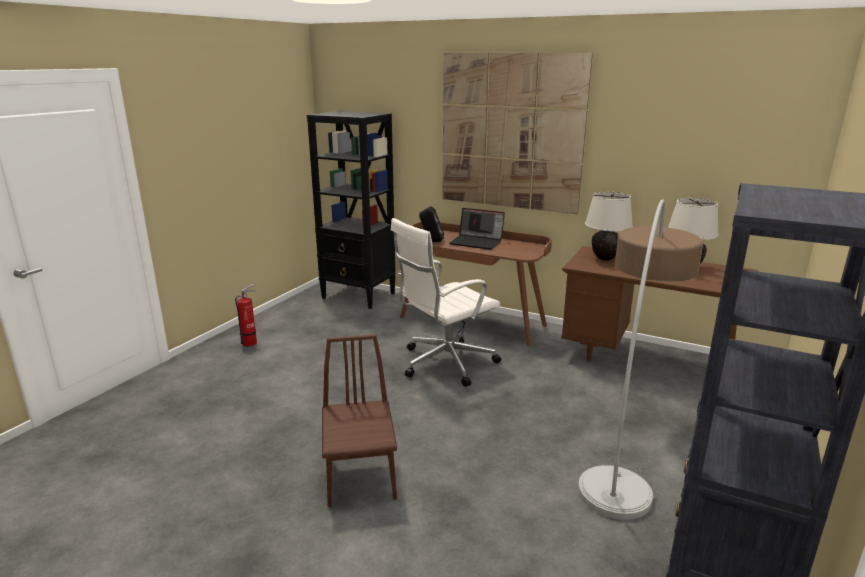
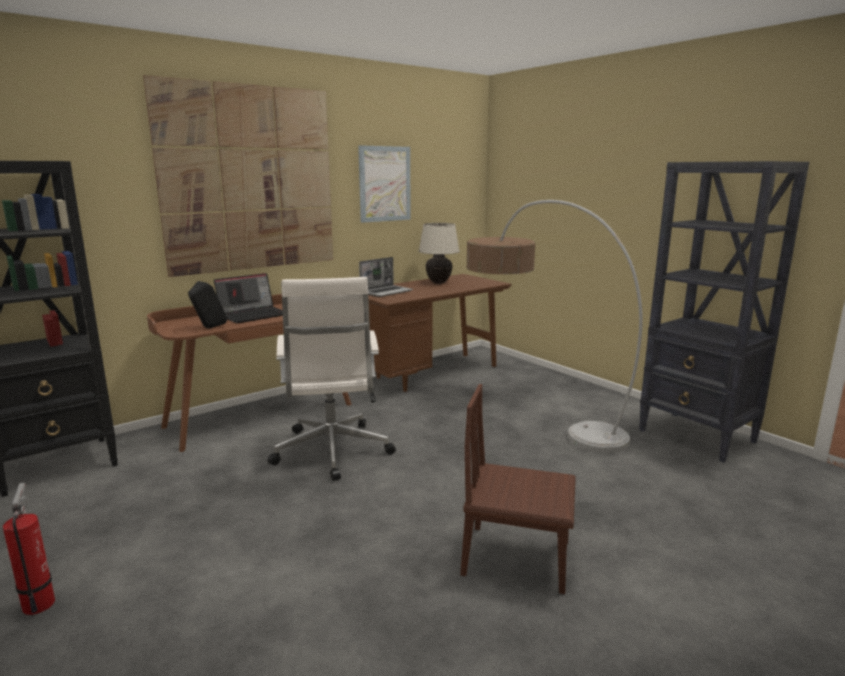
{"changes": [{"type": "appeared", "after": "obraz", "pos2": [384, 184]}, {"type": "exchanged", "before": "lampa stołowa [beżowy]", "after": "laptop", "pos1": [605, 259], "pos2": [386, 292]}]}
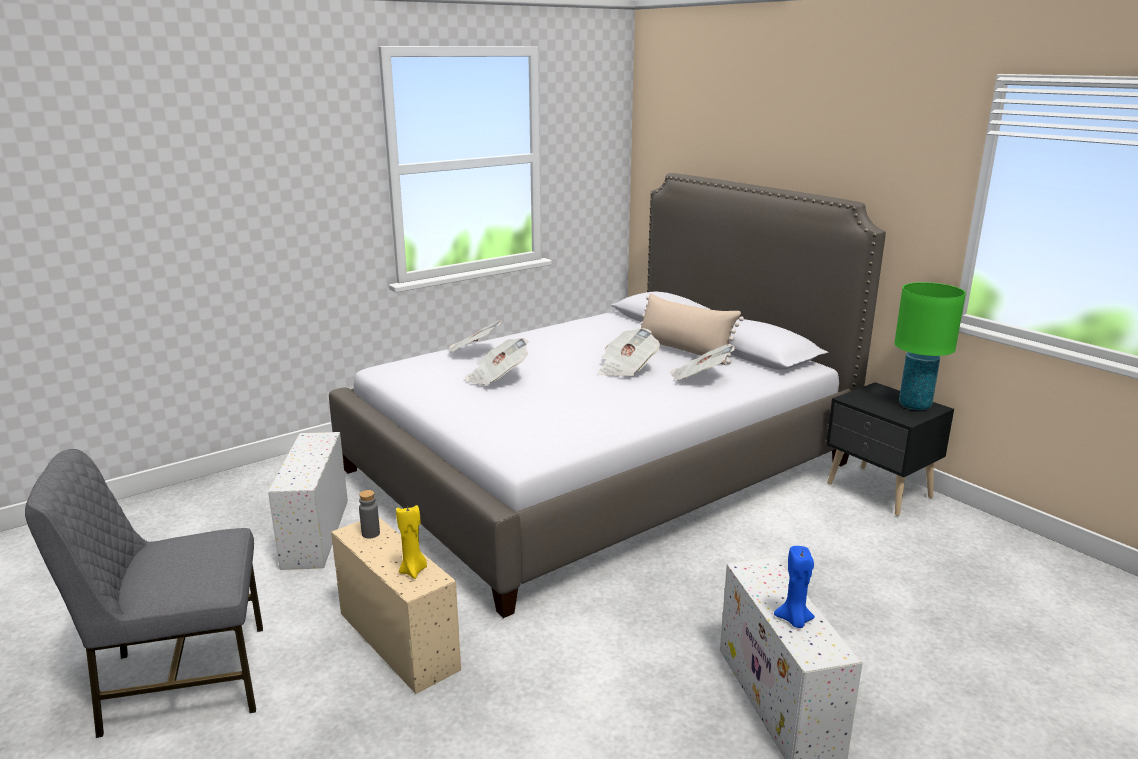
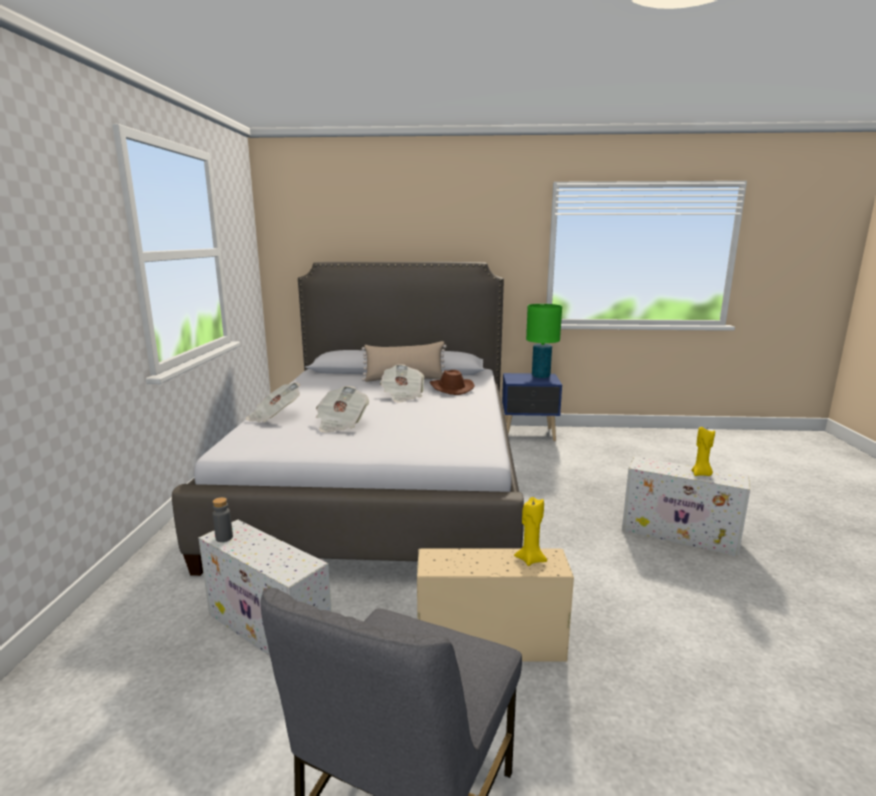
{"changes": [{"type": "relocated", "before": "butelka [szary]", "pos1": [370, 533], "pos2": [224, 538]}, {"type": "exchanged", "before": "gazeta", "after": "kapelusz [brązowy]", "pos1": [699, 378], "pos2": [450, 388]}, {"type": "colour", "before": "świeca [niebieski]", "after": "świeca [żółty]", "pos1": [794, 620], "pos2": [701, 474]}, {"type": "colour", "before": "szafka nocna [czarny]", "after": "szafka nocna [niebieski]", "pos1": [879, 491], "pos2": [529, 435]}]}
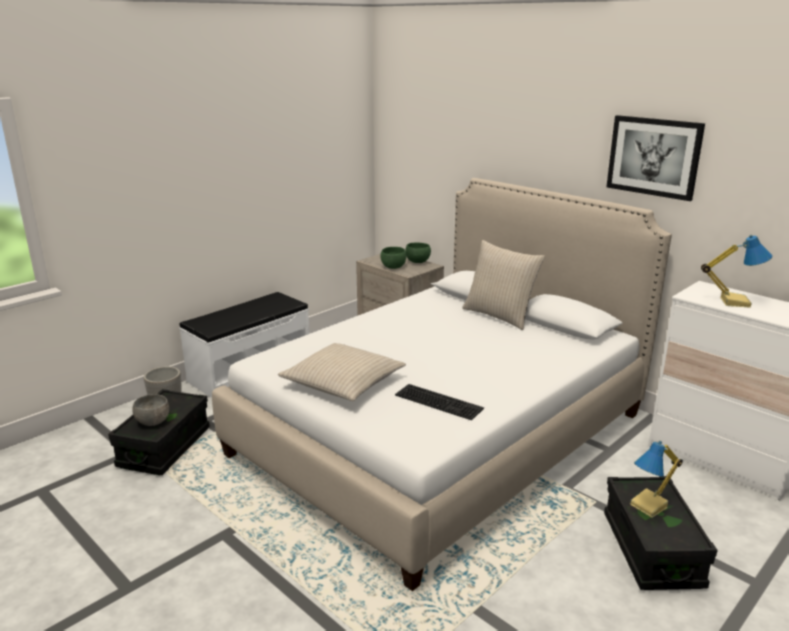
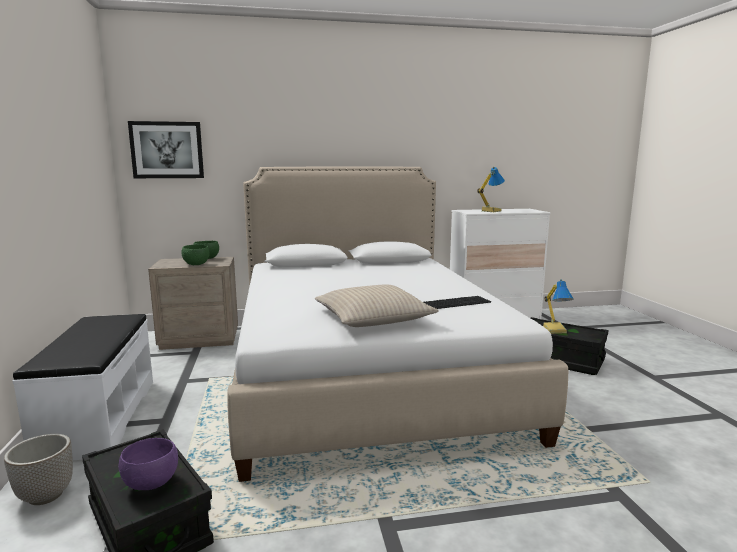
{"changes": [{"type": "missing", "before": "poduszka [beżowy]", "pos1": [499, 316]}, {"type": "relocated", "before": "obraz", "pos1": [653, 157], "pos2": [167, 150]}, {"type": "colour", "before": "miska [szary]", "after": "miska [fioletowy]", "pos1": [153, 422], "pos2": [152, 483]}]}
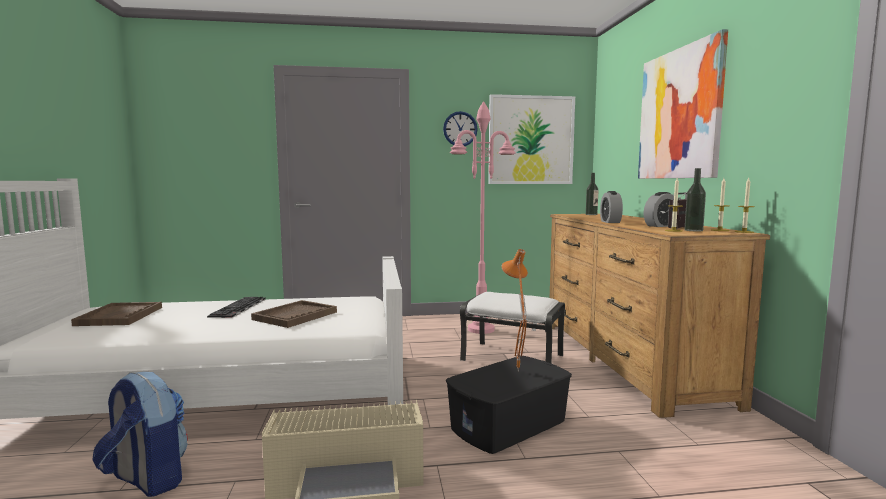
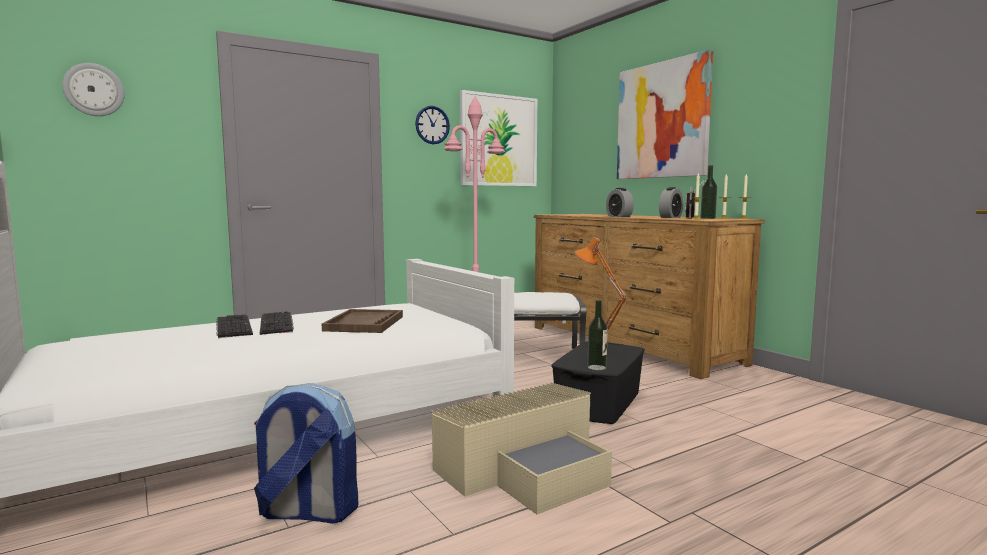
{"changes": [{"type": "missing", "before": "taca [brązowy]", "pos1": [120, 316]}, {"type": "appeared", "after": "zegar ścienny", "pos2": [94, 90]}, {"type": "appeared", "after": "klawiatura", "pos2": [232, 326]}, {"type": "relocated", "before": "butelka", "pos1": [591, 214], "pos2": [597, 367]}]}
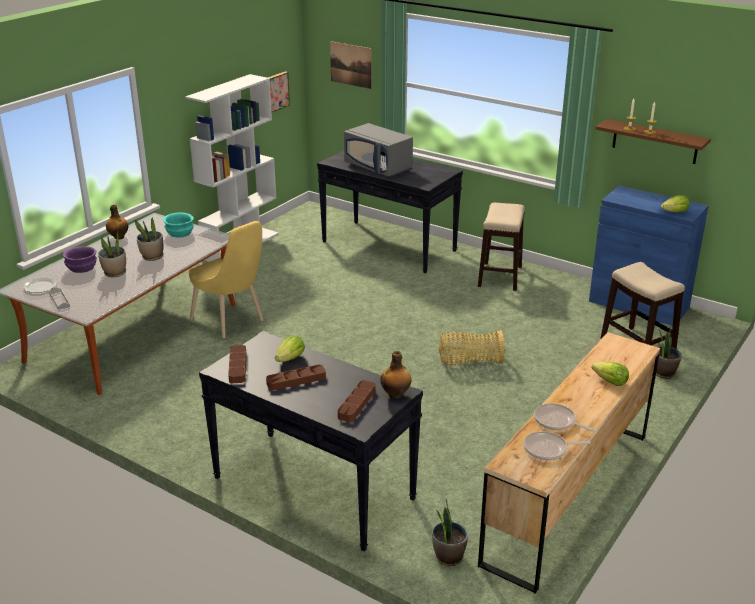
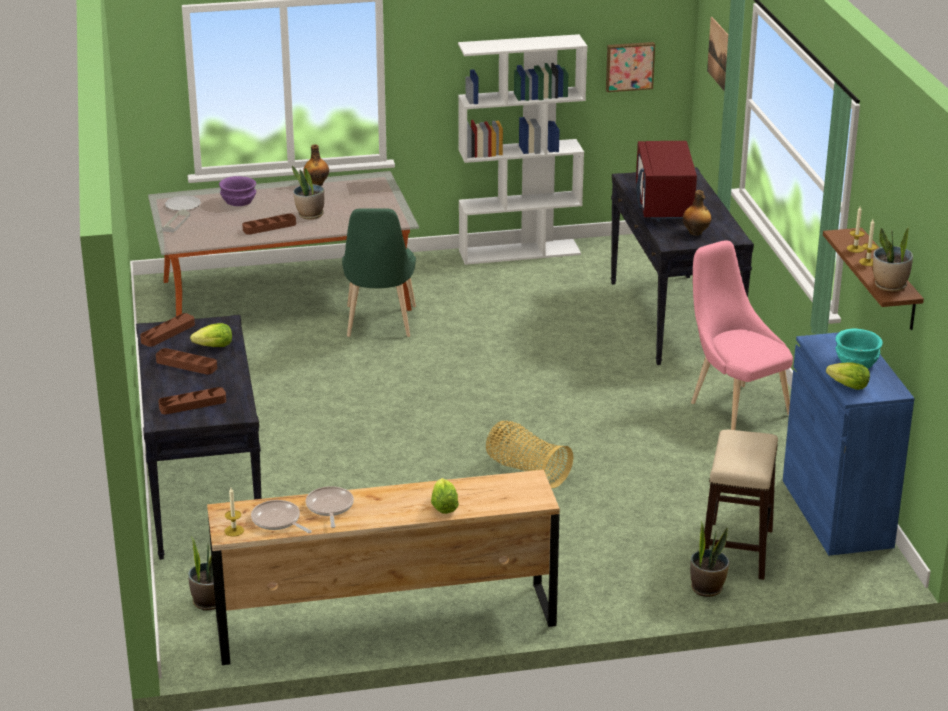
{"changes": [{"type": "appeared", "after": "świeca", "pos2": [234, 530]}, {"type": "appeared", "after": "taca [brązowy]", "pos2": [269, 227]}, {"type": "relocated", "before": "roślina doniczkowa", "pos1": [115, 273], "pos2": [889, 286]}, {"type": "relocated", "before": "miska [turkusowy]", "pos1": [180, 233], "pos2": [856, 362]}, {"type": "relocated", "before": "butelka", "pos1": [396, 394], "pos2": [696, 233]}, {"type": "exchanged", "before": "stołek", "after": "krzesło [różowy]", "pos1": [500, 276], "pos2": [735, 406]}, {"type": "colour", "before": "krzesło [żółty]", "after": "krzesło [zielony]", "pos1": [231, 322], "pos2": [379, 324]}, {"type": "colour", "before": "mikrofalówka [szary]", "after": "mikrofalówka [czerwony]", "pos1": [378, 168], "pos2": [665, 204]}]}
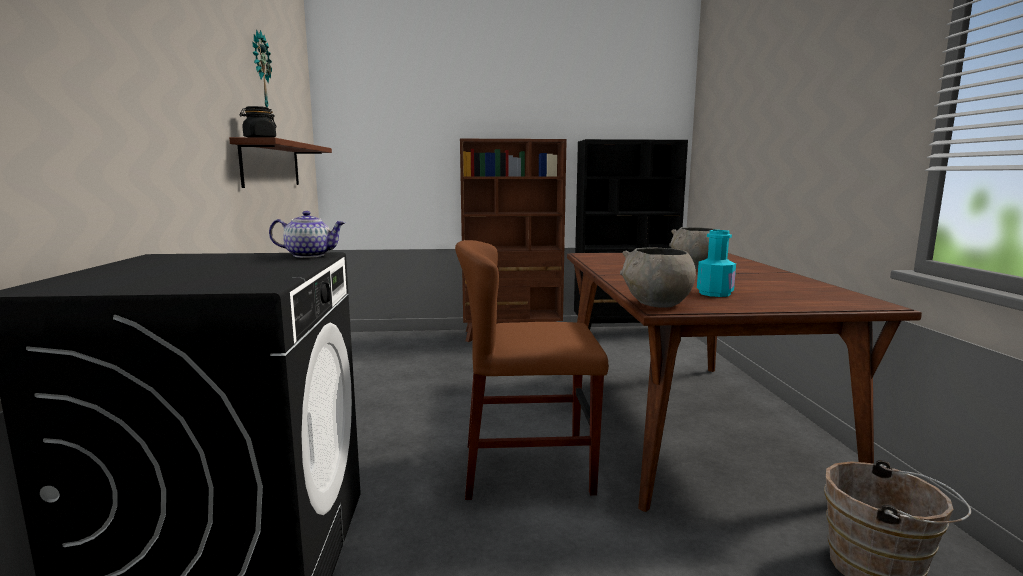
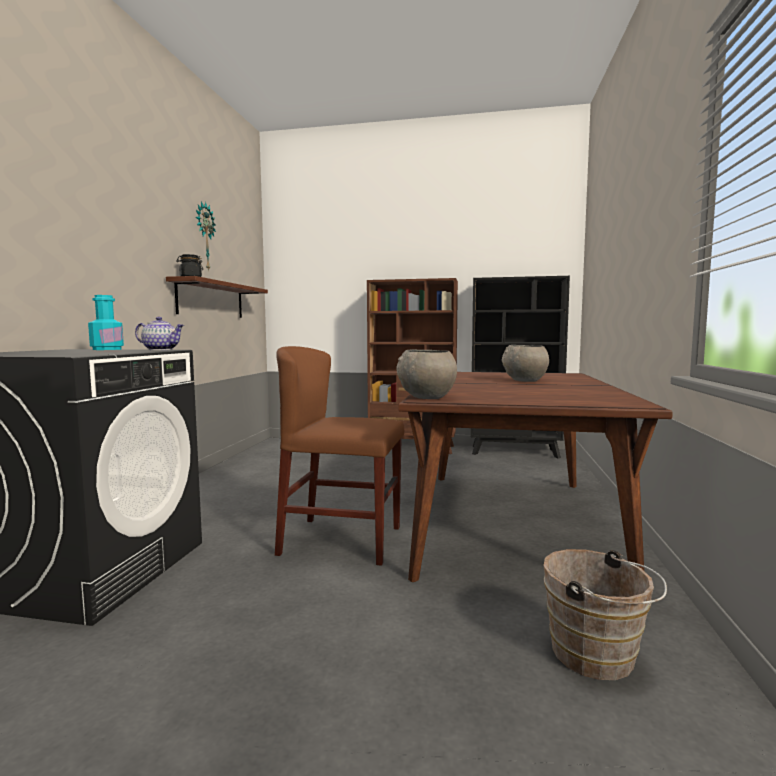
{"changes": [{"type": "relocated", "before": "butelka [turkusowy]", "pos1": [714, 293], "pos2": [107, 349]}]}
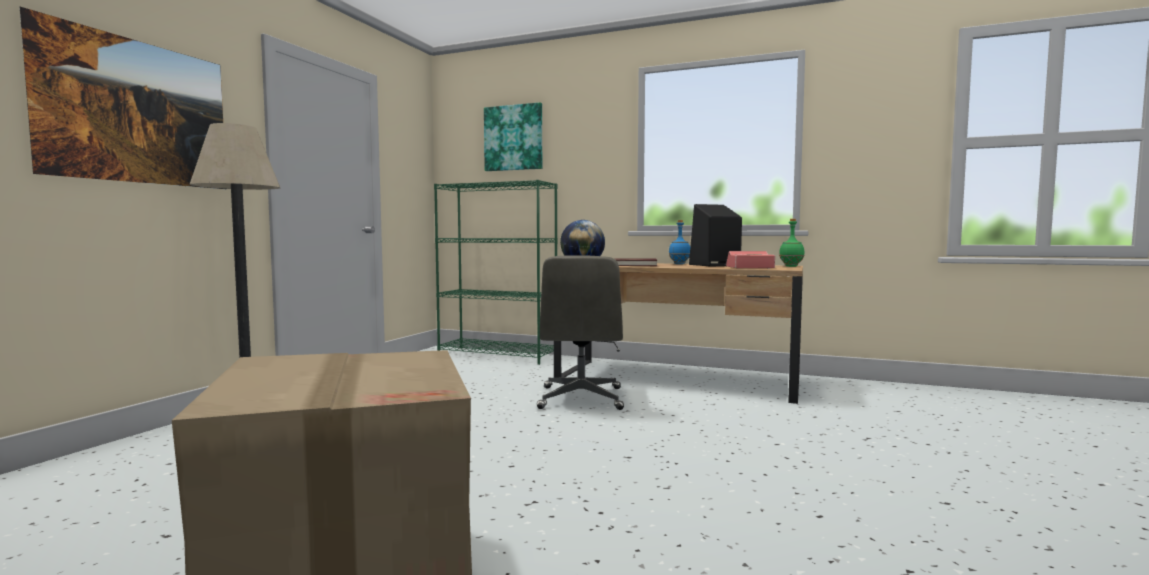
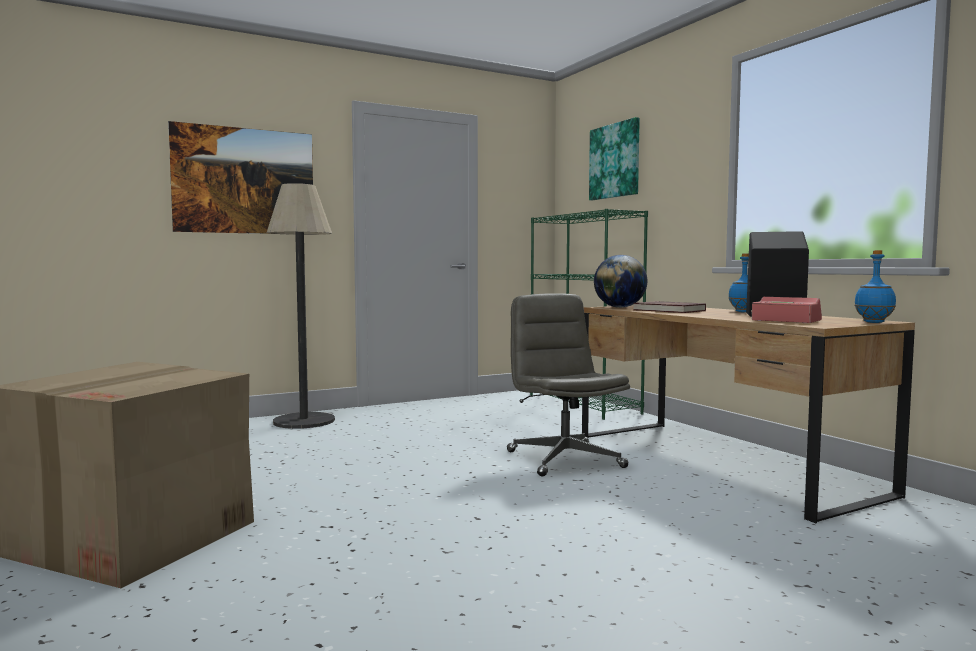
{"changes": [{"type": "colour", "before": "butelka [zielony]", "after": "butelka [niebieski]", "pos1": [791, 266], "pos2": [874, 322]}, {"type": "spun", "before": "krzesło biurowe [szary]", "pos1": [581, 398], "pos2": [564, 459], "turn": 120}]}
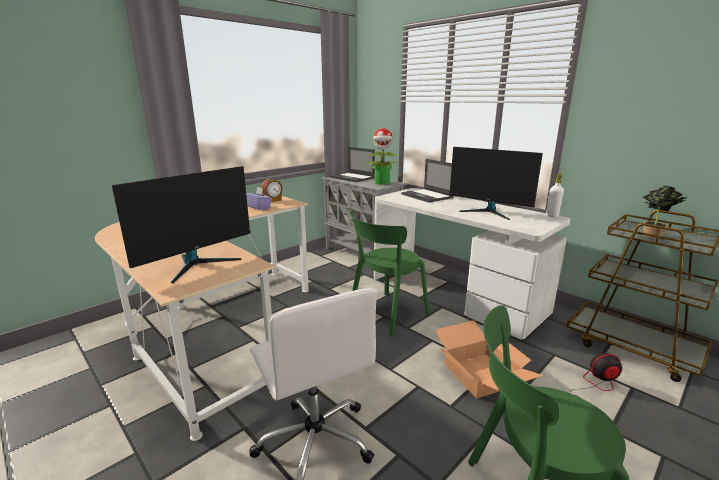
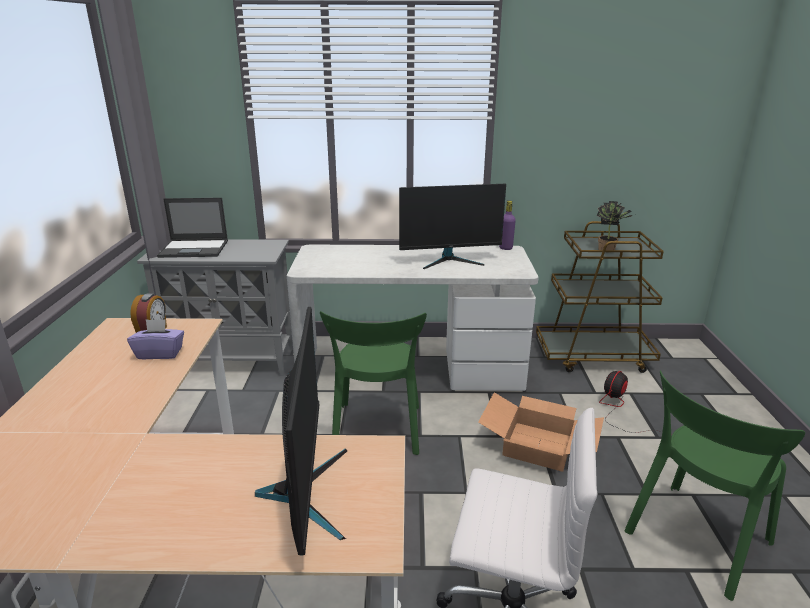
{"changes": [{"type": "missing", "before": "roślina doniczkowa", "pos1": [382, 183]}, {"type": "missing", "before": "laptop", "pos1": [427, 196]}, {"type": "colour", "before": "butelka [biały]", "after": "butelka [fioletowy]", "pos1": [552, 216], "pos2": [505, 248]}]}
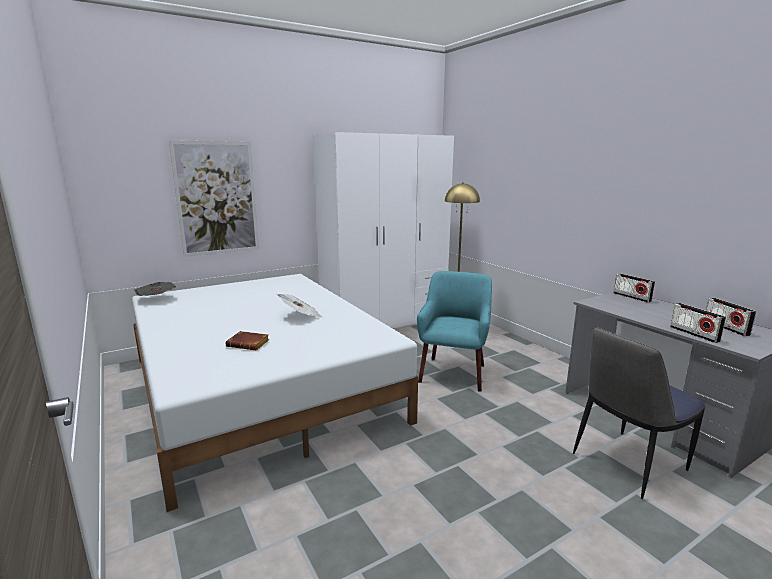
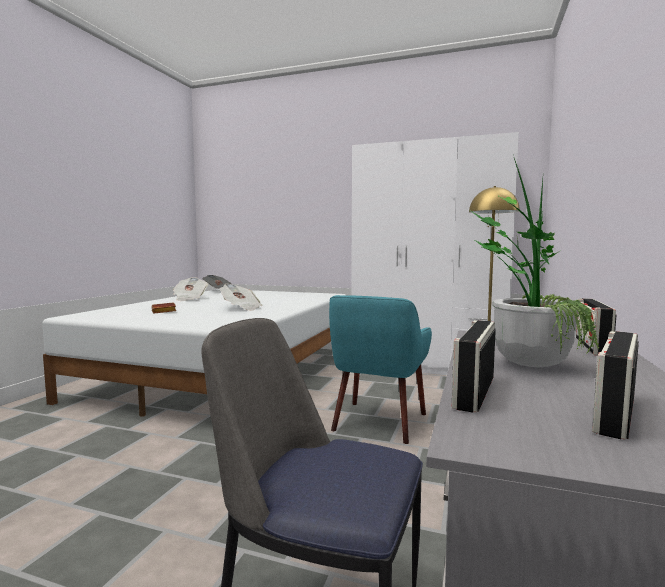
{"changes": [{"type": "missing", "before": "obraz", "pos1": [217, 198]}, {"type": "appeared", "after": "gazeta", "pos2": [189, 299]}, {"type": "appeared", "after": "roślina doniczkowa", "pos2": [527, 360]}, {"type": "spun", "before": "fotel [turkusowy]", "pos1": [453, 373], "pos2": [378, 422], "turn": 135}]}
